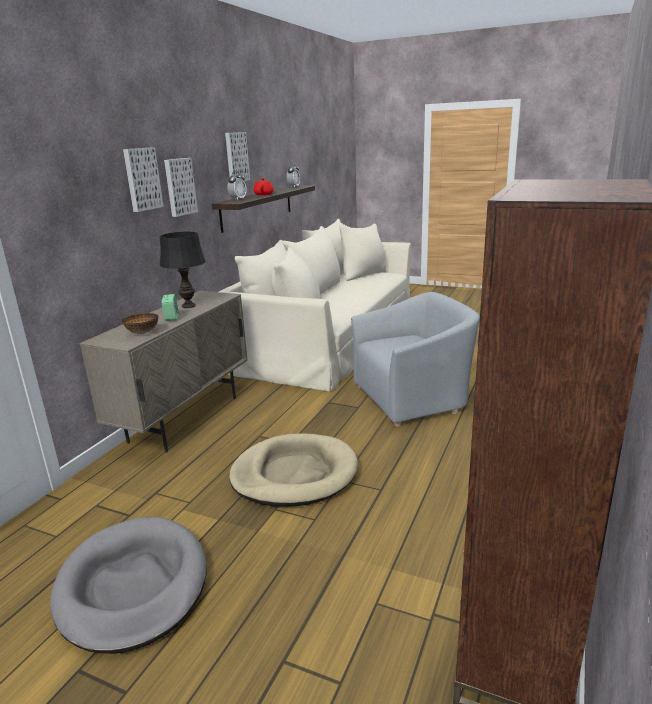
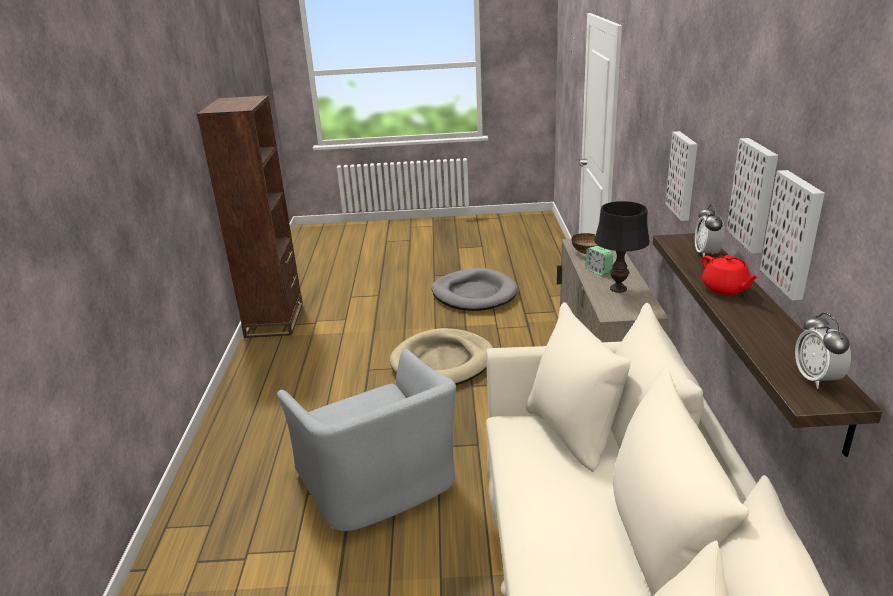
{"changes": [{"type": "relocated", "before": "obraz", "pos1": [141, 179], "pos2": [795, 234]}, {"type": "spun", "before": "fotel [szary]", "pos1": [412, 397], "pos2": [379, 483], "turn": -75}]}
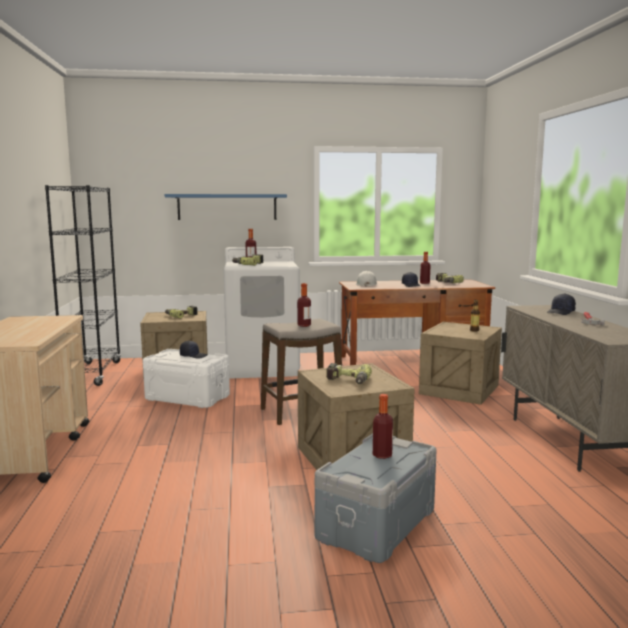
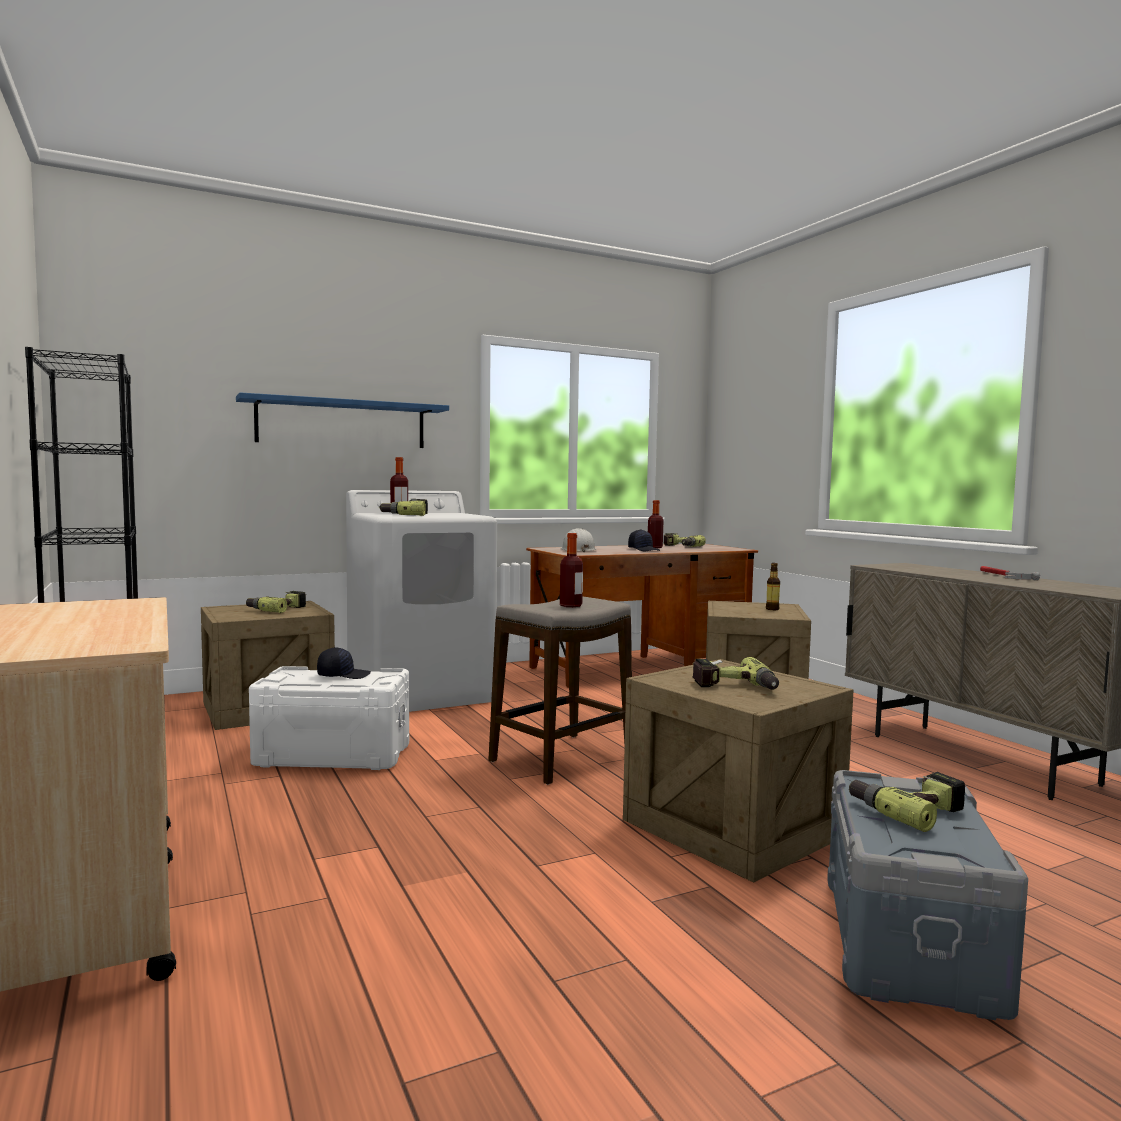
{"changes": [{"type": "missing", "before": "czapka z daszkiem [czarny]", "pos1": [561, 312]}, {"type": "exchanged", "before": "butelka", "after": "wiertarka", "pos1": [382, 455], "pos2": [908, 808]}]}
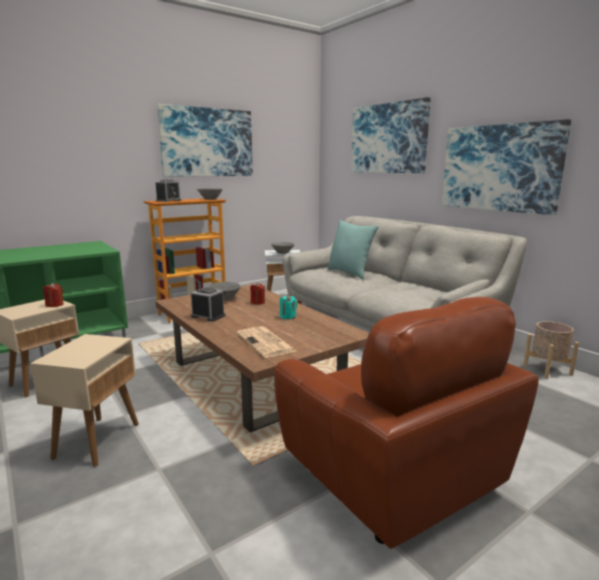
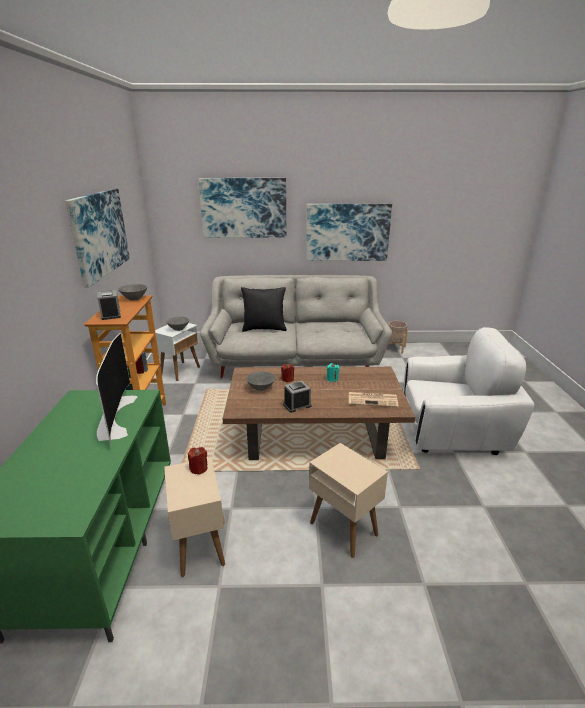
{"changes": [{"type": "appeared", "after": "telewizor", "pos2": [114, 416]}, {"type": "colour", "before": "fotel [brązowy]", "after": "fotel [biały]", "pos1": [390, 475], "pos2": [452, 431]}, {"type": "colour", "before": "poduszka [turkusowy]", "after": "poduszka [czarny]", "pos1": [350, 273], "pos2": [264, 329]}]}
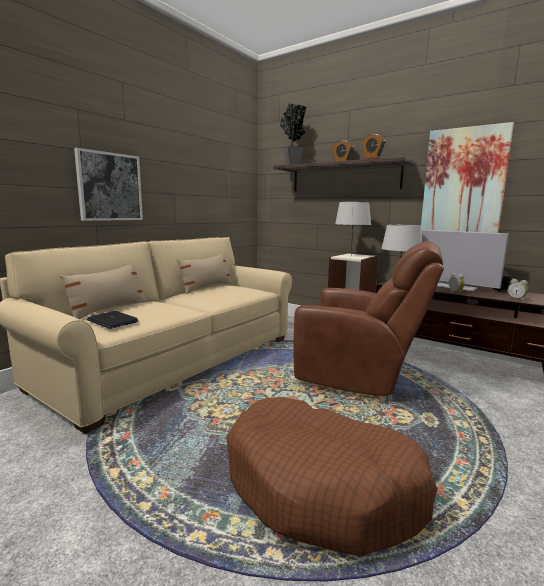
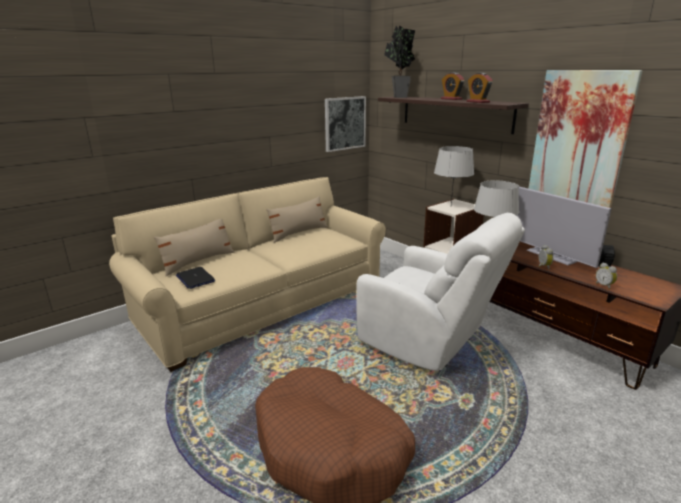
{"changes": [{"type": "relocated", "before": "obraz", "pos1": [110, 187], "pos2": [344, 123]}, {"type": "colour", "before": "fotel [brązowy]", "after": "fotel [biały]", "pos1": [361, 376], "pos2": [429, 342]}]}
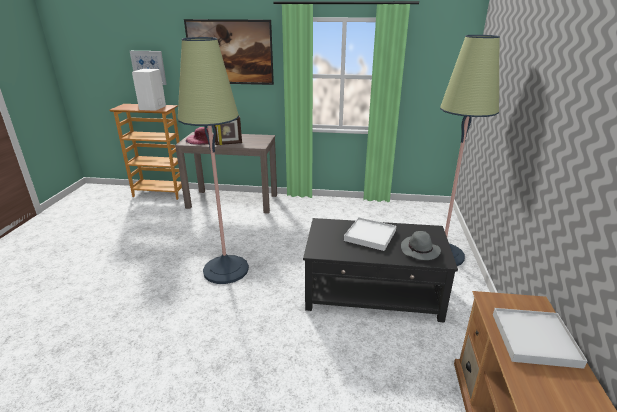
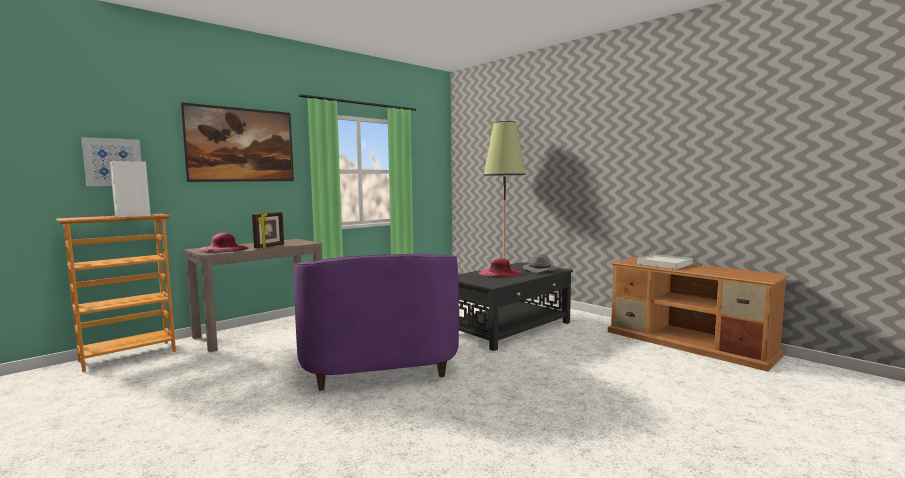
{"changes": [{"type": "exchanged", "before": "lampa stojąca", "after": "fotel [fioletowy]", "pos1": [226, 270], "pos2": [379, 362]}, {"type": "exchanged", "before": "taca [biały]", "after": "kapelusz [różowy]", "pos1": [370, 236], "pos2": [500, 273]}]}
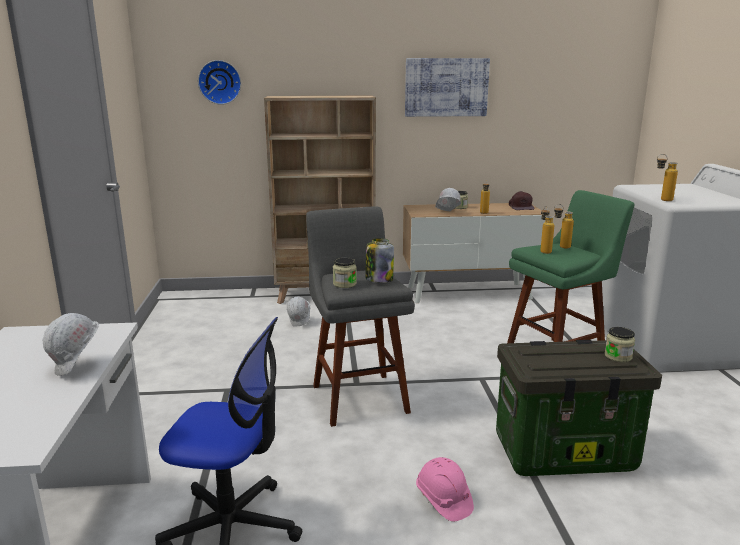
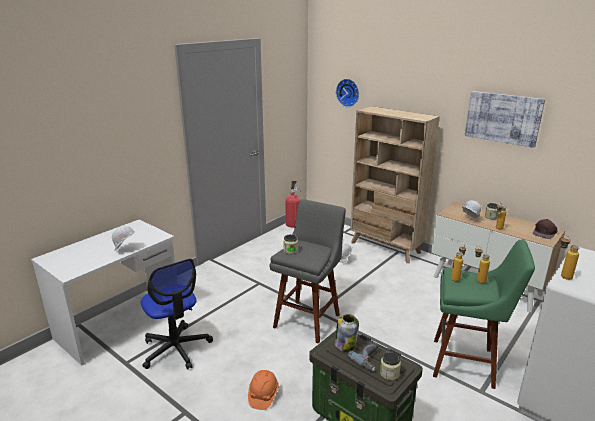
{"changes": [{"type": "appeared", "after": "gaśnica", "pos2": [293, 223]}, {"type": "appeared", "after": "wiertarka", "pos2": [369, 359]}, {"type": "relocated", "before": "słoik", "pos1": [378, 279], "pos2": [345, 344]}, {"type": "colour", "before": "kask [różowy]", "after": "kask [pomarańczowy]", "pos1": [443, 500], "pos2": [263, 395]}]}
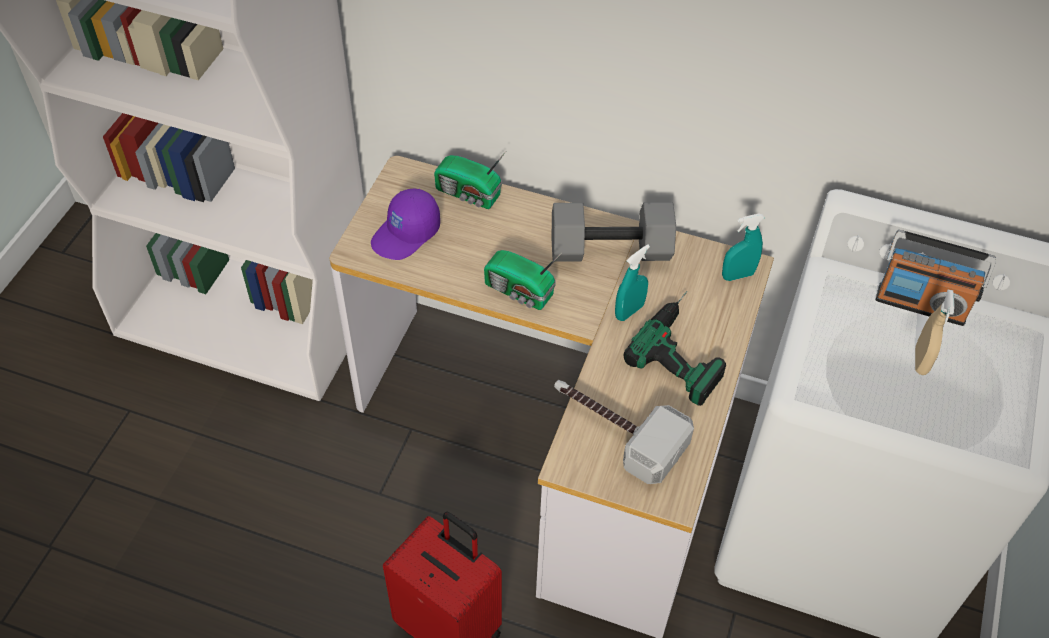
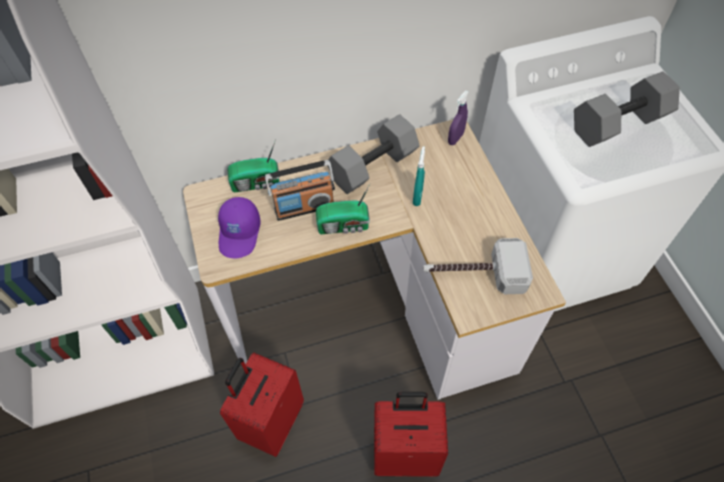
{"changes": [{"type": "missing", "before": "wiertarka", "pos1": [686, 348]}, {"type": "appeared", "after": "walizka [czerwony]", "pos2": [271, 421]}, {"type": "relocated", "before": "radio", "pos1": [921, 304], "pos2": [304, 207]}, {"type": "exchanged", "before": "spryskiwacz [beżowy]", "after": "hantel [szary]", "pos1": [921, 361], "pos2": [619, 125]}, {"type": "colour", "before": "spryskiwacz [turkusowy]", "after": "spryskiwacz [fioletowy]", "pos1": [737, 275], "pos2": [455, 138]}]}
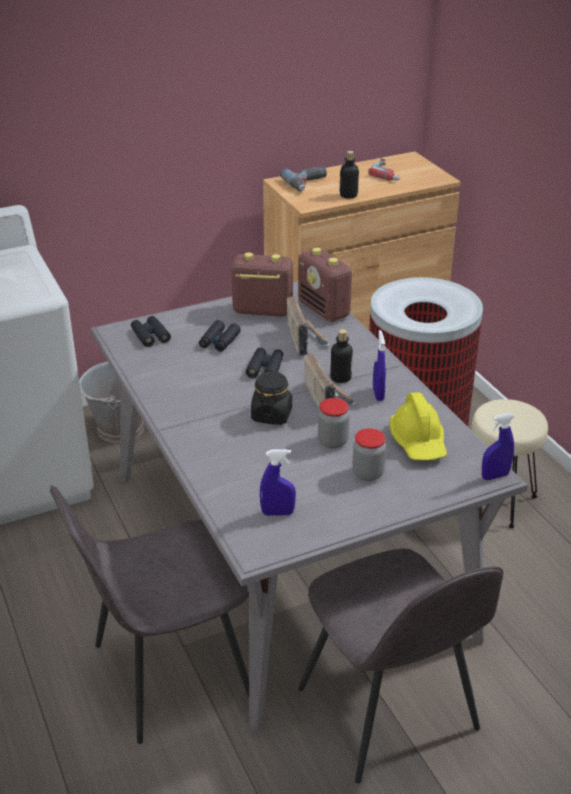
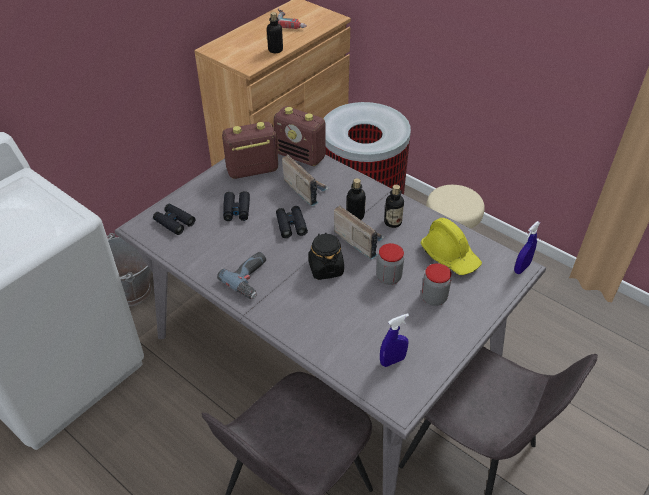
{"changes": [{"type": "relocated", "before": "wiertarka", "pos1": [308, 183], "pos2": [251, 279]}, {"type": "exchanged", "before": "spryskiwacz [niebieski]", "after": "butelka", "pos1": [378, 394], "pos2": [392, 222]}]}
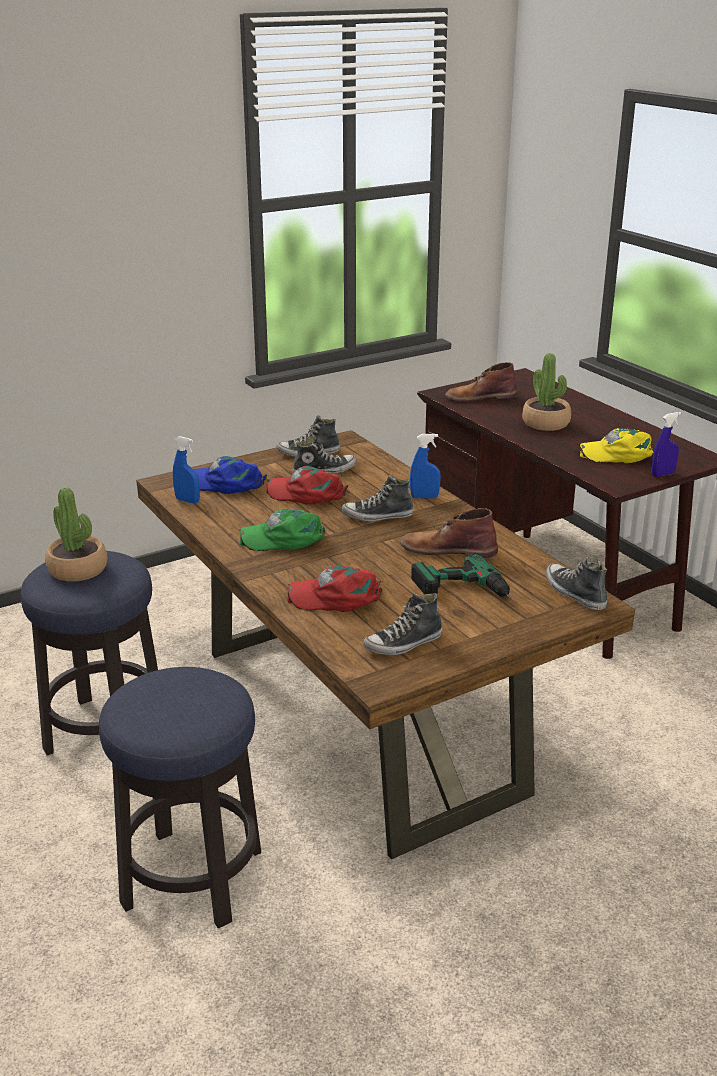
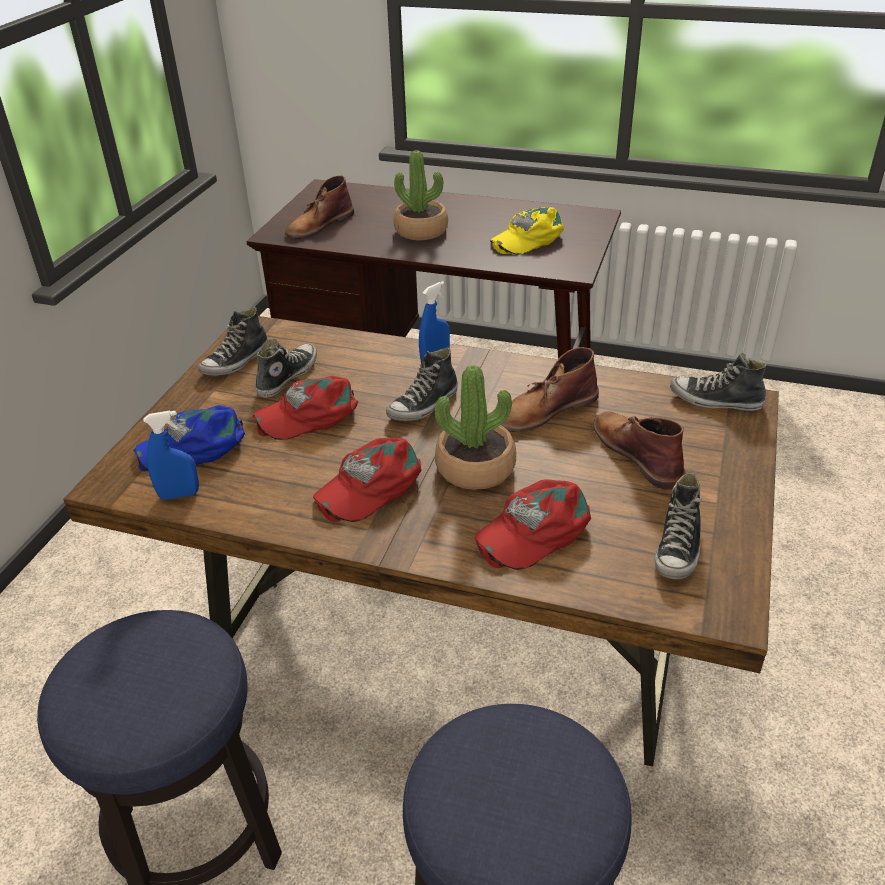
{"changes": [{"type": "missing", "before": "spryskiwacz [niebieski]", "pos1": [663, 474]}, {"type": "relocated", "before": "roślina doniczkowa", "pos1": [78, 569], "pos2": [475, 467]}, {"type": "exchanged", "before": "wiertarka", "after": "but z cholewką [brązowy]", "pos1": [466, 593], "pos2": [637, 453]}, {"type": "colour", "before": "czapka z daszkiem [zielony]", "after": "czapka z daszkiem [czerwony]", "pos1": [284, 538], "pos2": [369, 485]}]}
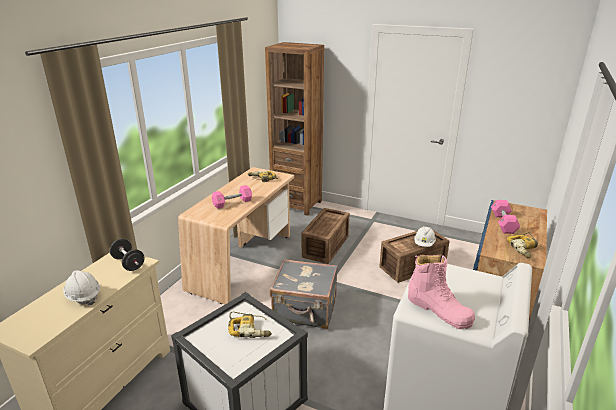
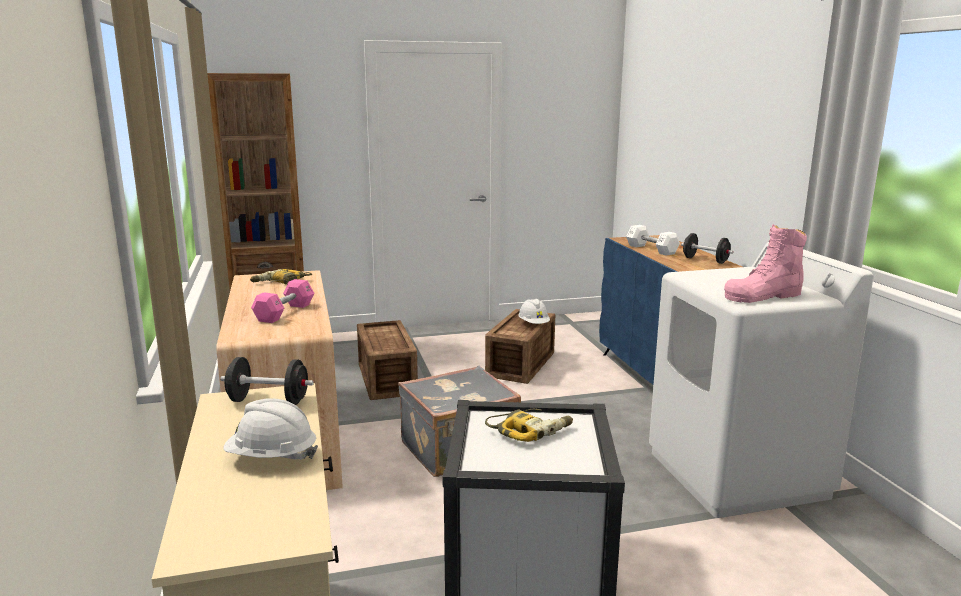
{"changes": [{"type": "exchanged", "before": "wiertarka", "after": "hantel [czarny]", "pos1": [525, 249], "pos2": [705, 260]}, {"type": "colour", "before": "hantel [różowy]", "after": "hantel [biały]", "pos1": [503, 223], "pos2": [651, 249]}, {"type": "spun", "before": "but z cholewką [różowy]", "pos1": [439, 310], "pos2": [763, 296], "turn": 150}]}
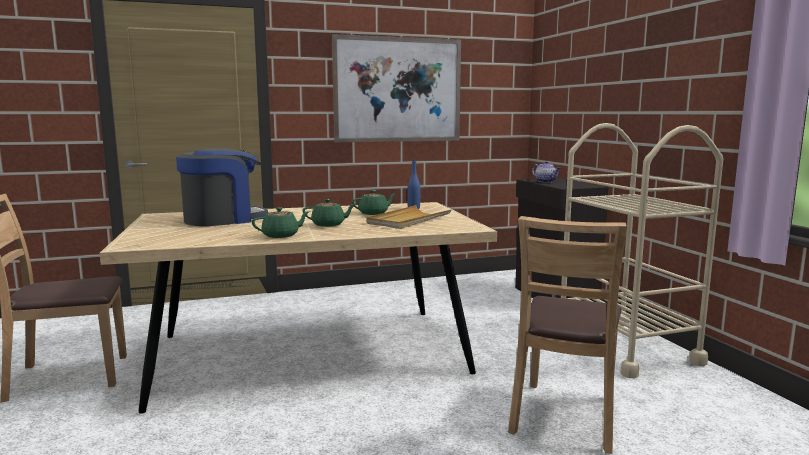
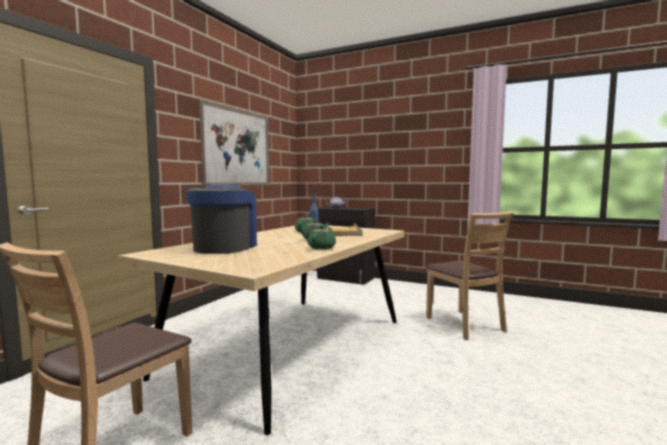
{"changes": [{"type": "missing", "before": "wózek [beżowy]", "pos1": [625, 347]}]}
